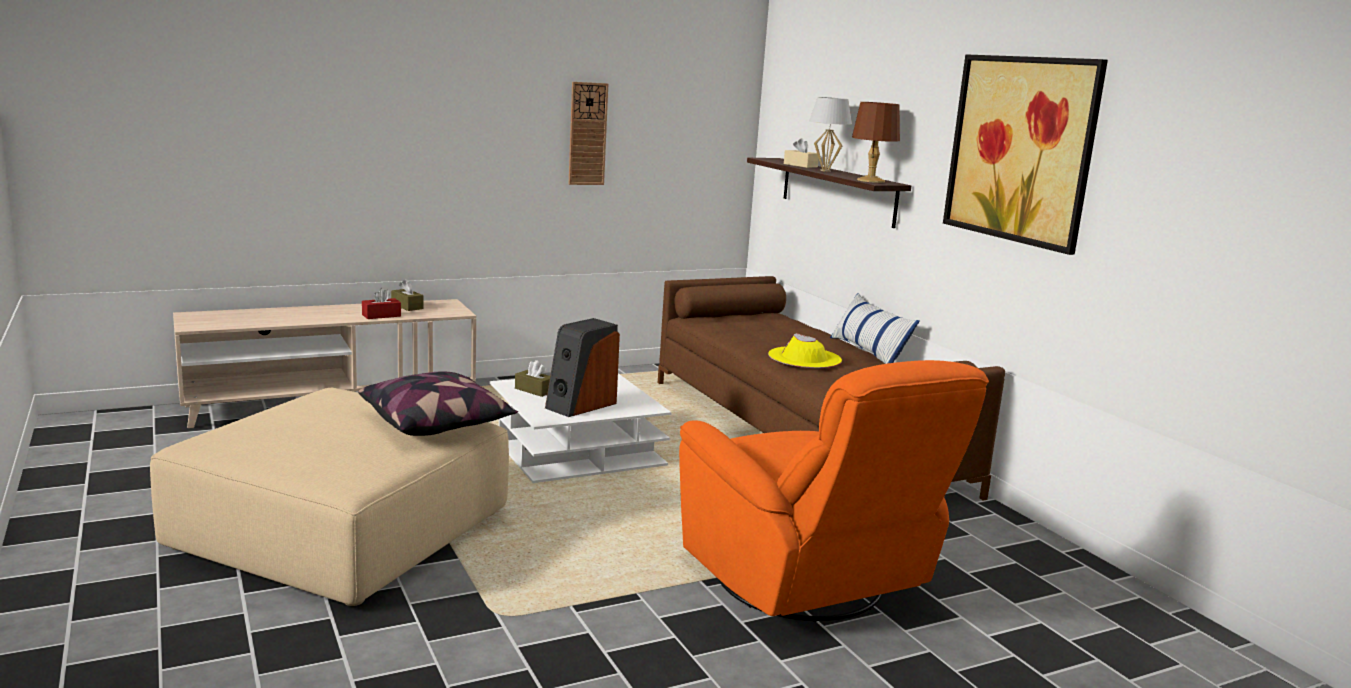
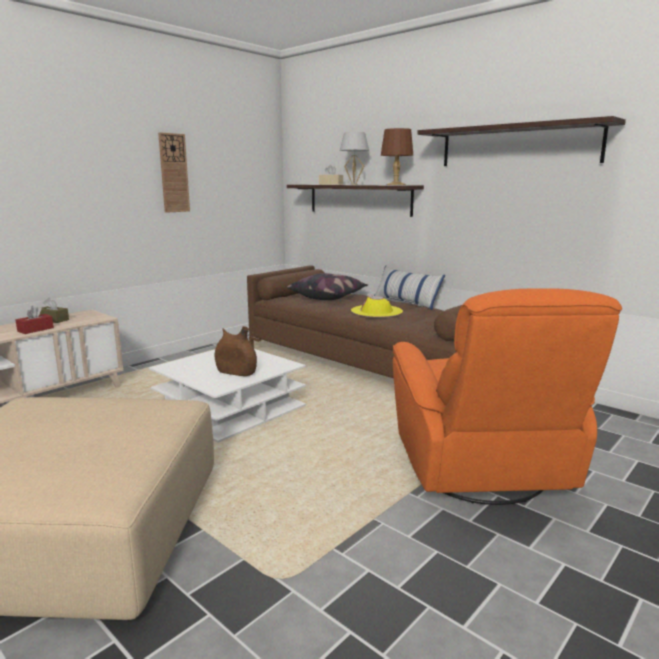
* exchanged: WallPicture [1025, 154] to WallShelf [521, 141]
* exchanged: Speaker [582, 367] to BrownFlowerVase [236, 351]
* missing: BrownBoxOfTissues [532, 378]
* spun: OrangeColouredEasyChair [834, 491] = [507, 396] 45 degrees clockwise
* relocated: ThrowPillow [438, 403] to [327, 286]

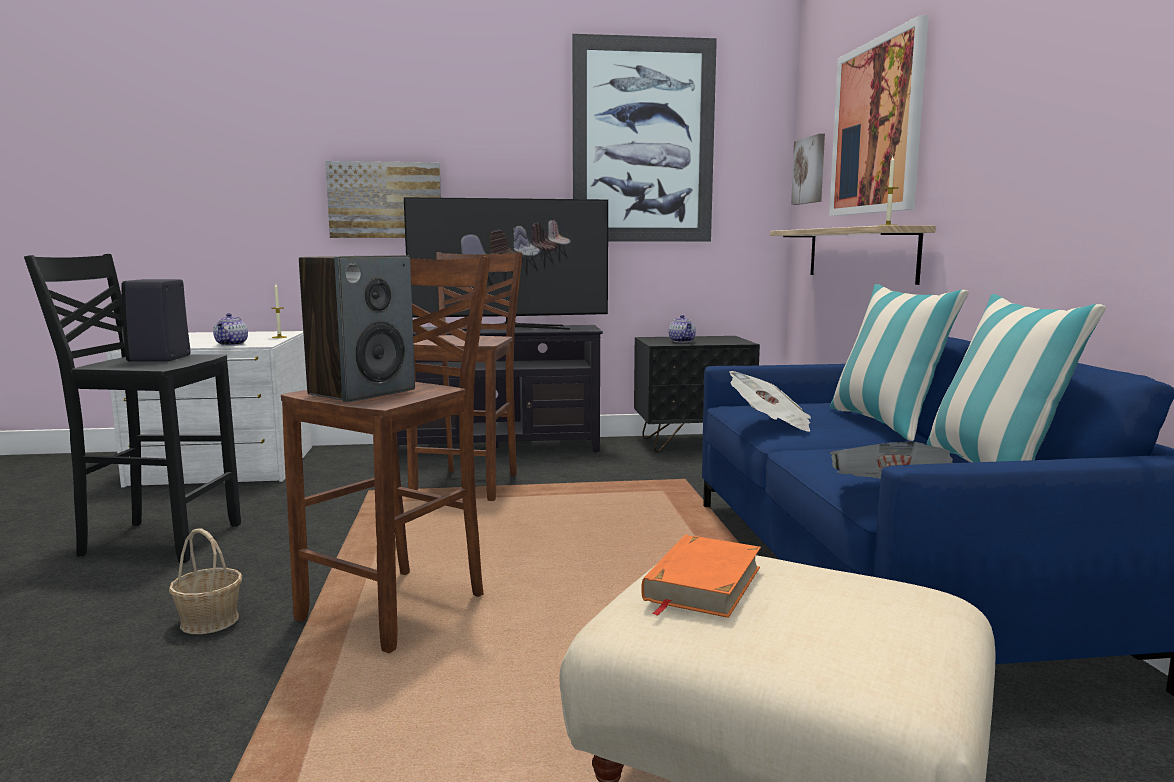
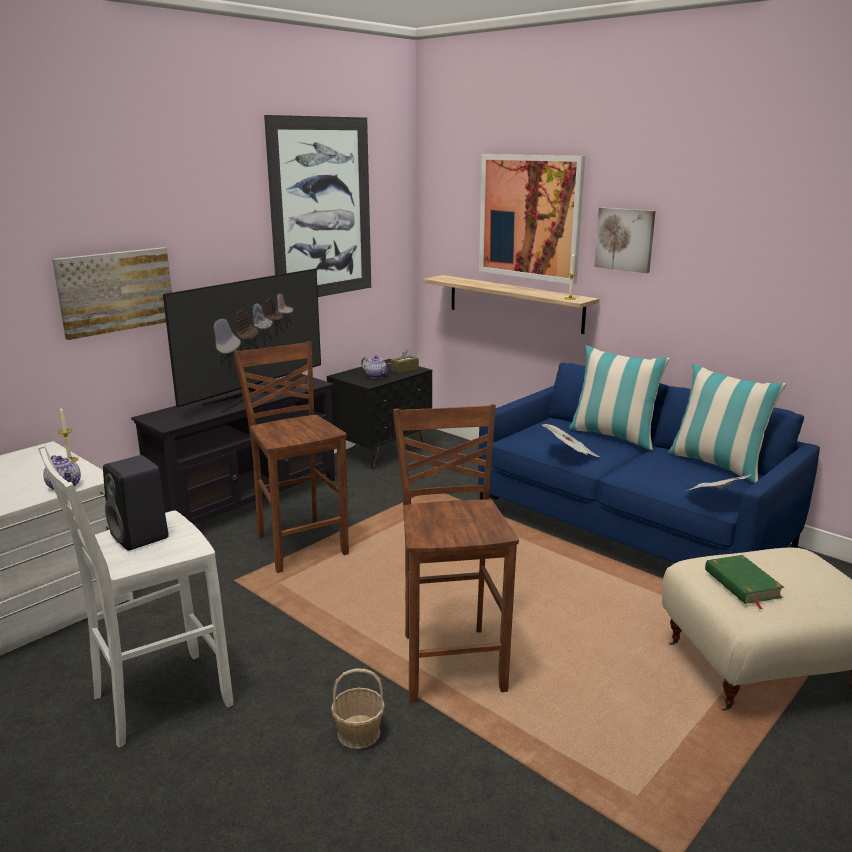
* relocated: WallPicture [808, 169] to [625, 240]
* colour: BlackishSittingStool [132, 408] to WhiteSittingStool [136, 596]
* missing: Speaker [357, 328]
* colour: OrangeColouredBoundBook [701, 576] to GreenColouredBoundBook [744, 582]
* appeared: BrownBoxOfTissues [404, 360]

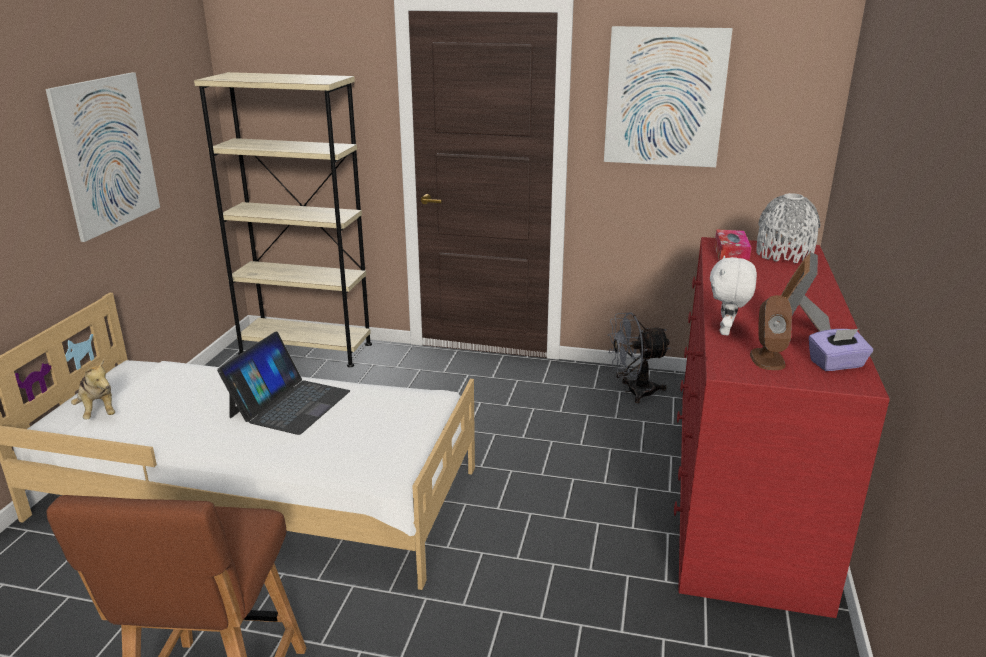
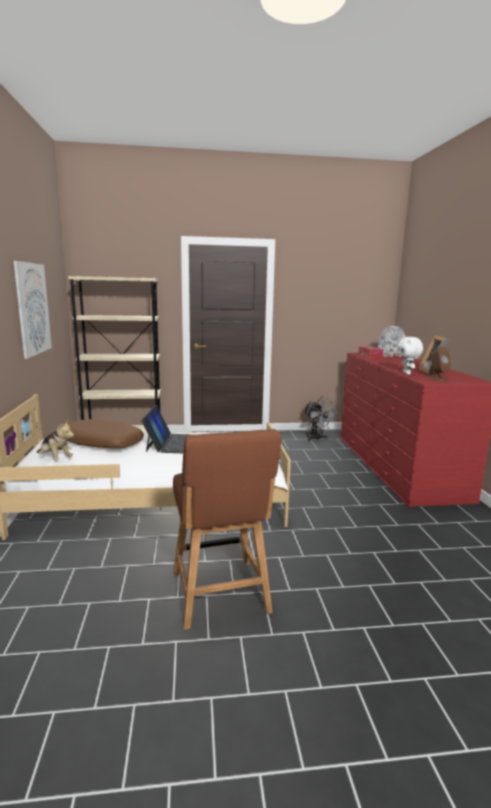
* missing: WallPicture [668, 96]
* spun: GrayFan [639, 357] = [320, 418] 90 degrees counterclockwise
* missing: PurpleBoxOfTissues [841, 350]
* appeared: BrownThrowPillow [105, 434]

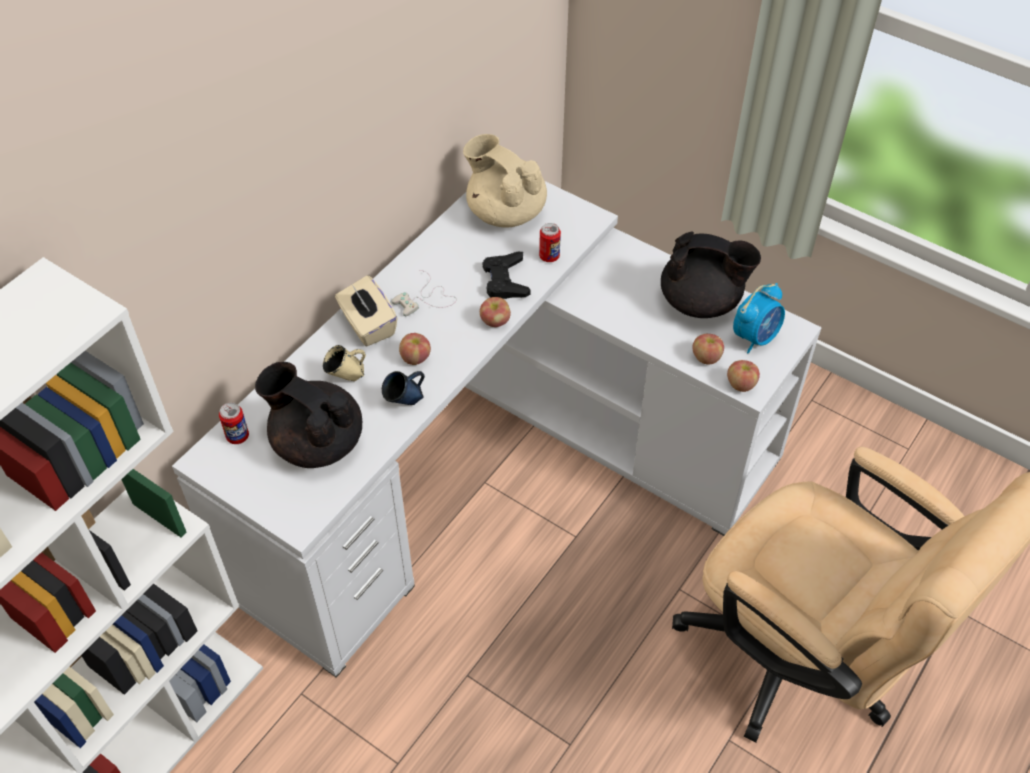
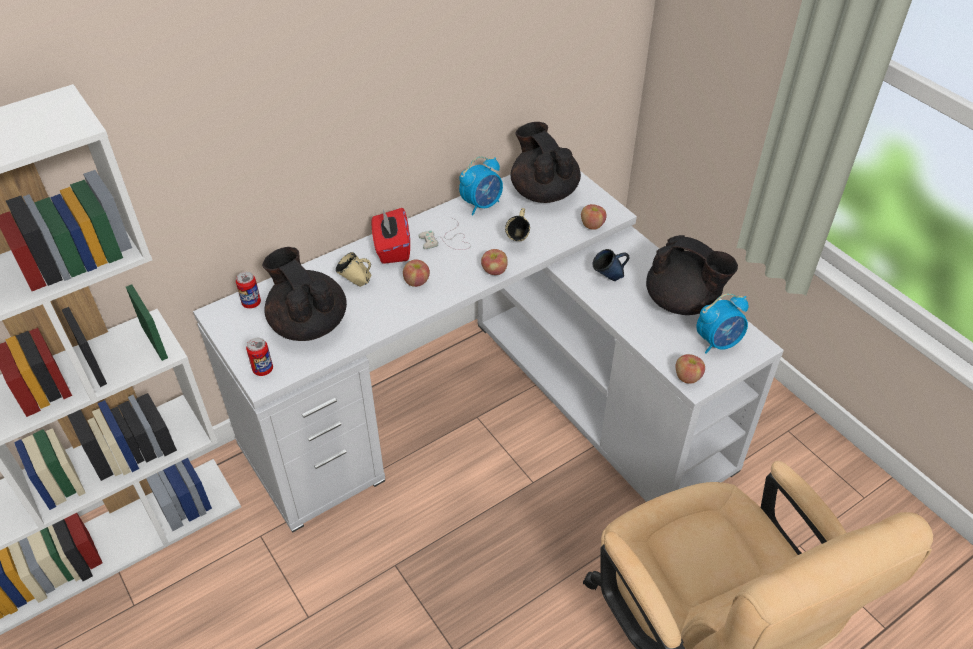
* colour: SandColouredTeapot [505, 181] to BlackishTeapot [546, 162]
* relocated: SealedCan [550, 242] to [259, 357]
* exchanged: BlackishJoypad [507, 275] to SandColouredCoffeeMug [517, 224]
* colour: SandColouredBoxOfTissues [366, 310] to ReddishBoxOfTissues [390, 236]
* relocated: WholeApple [708, 349] to [593, 217]
* relocated: BlueCoffeeMug [403, 388] to [610, 265]
* appeared: AlarmClock [481, 186]

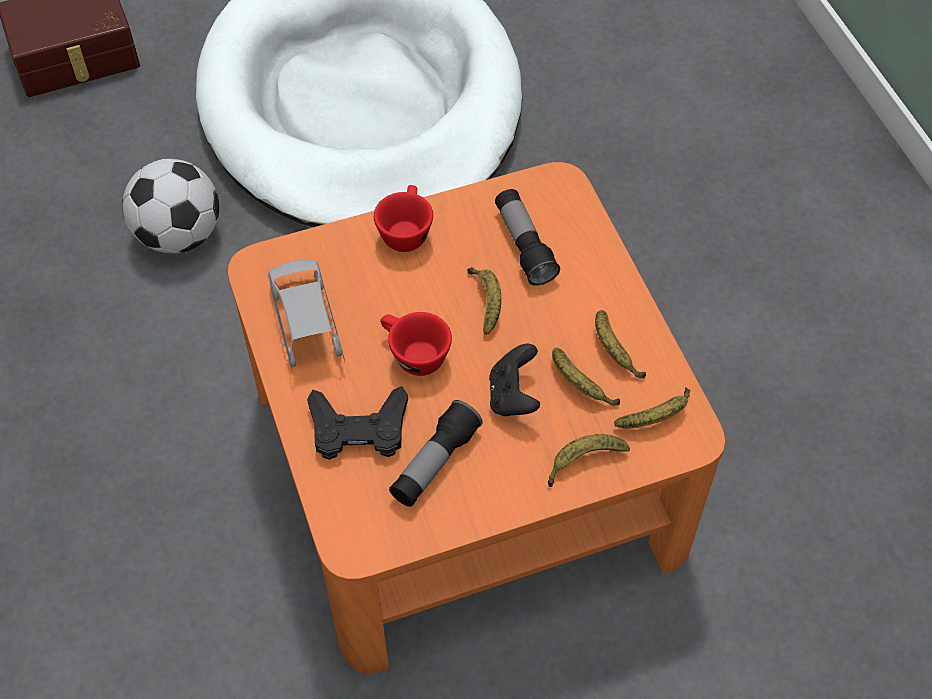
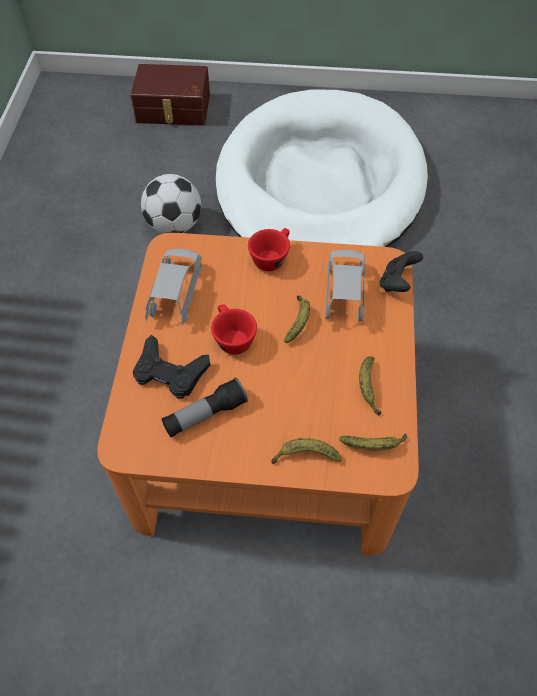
* exchanged: Flashlight [527, 237] to GrayToyCar [345, 286]
* relocated: BlackishJoypad [514, 380] to [401, 271]
* missing: WholeBanana [586, 377]

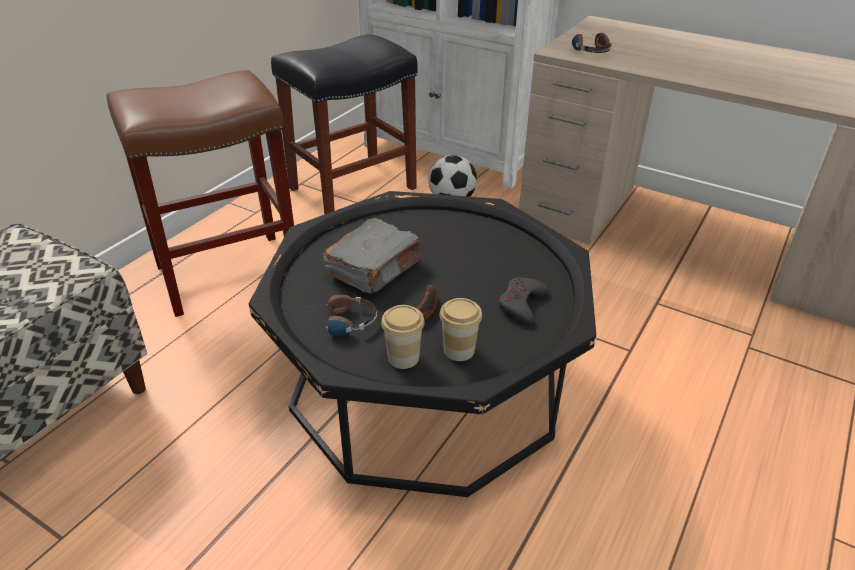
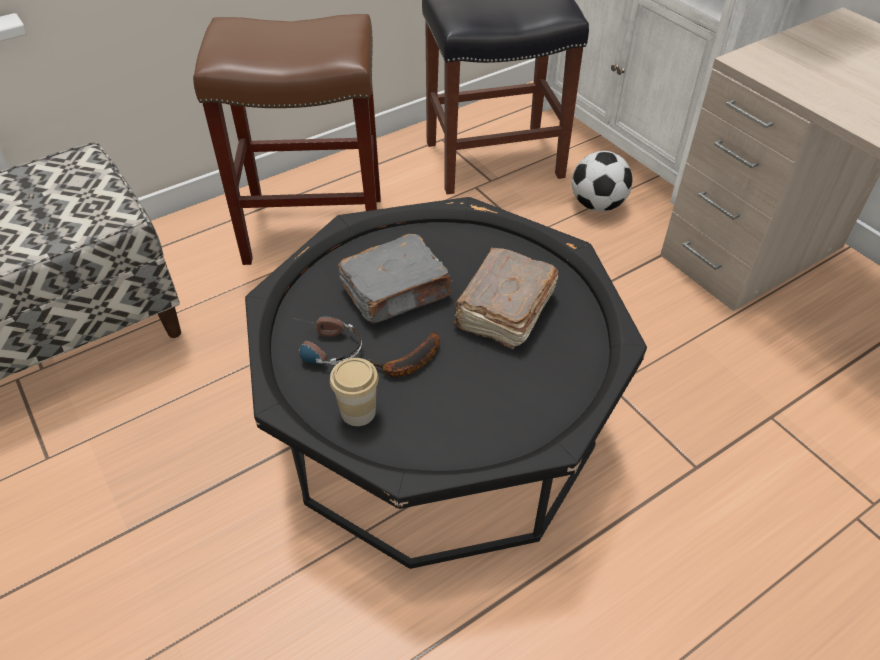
* missing: Headset [592, 43]
* missing: GrayJoypad [523, 301]
* missing: SmallCup [460, 329]
* appeared: BrownBoundBook [506, 298]

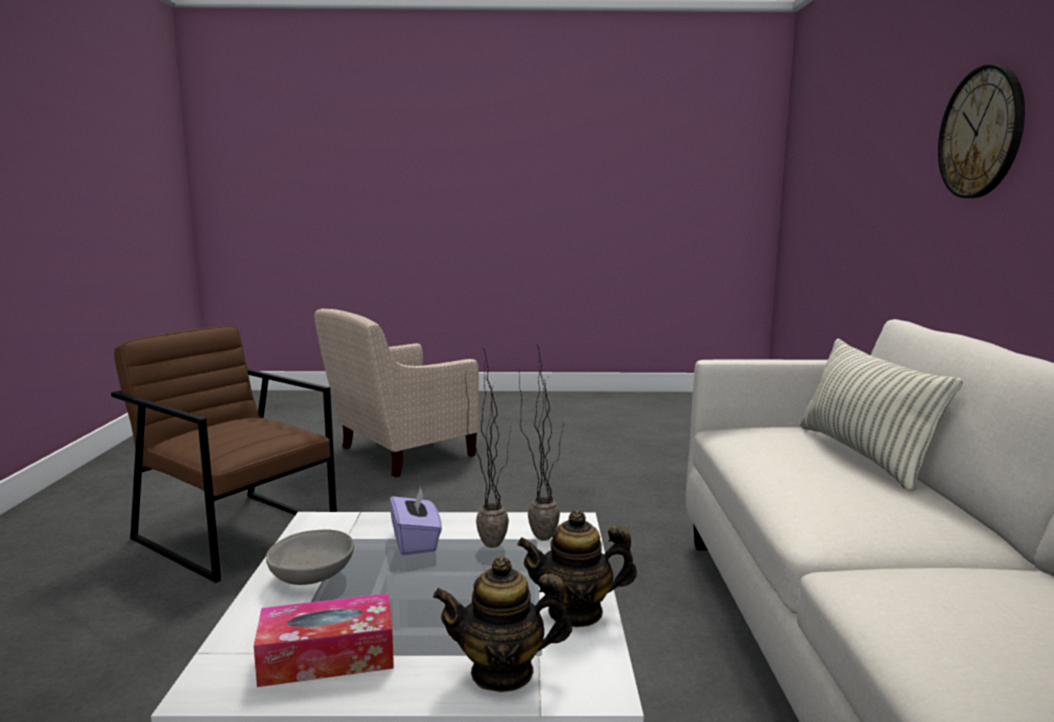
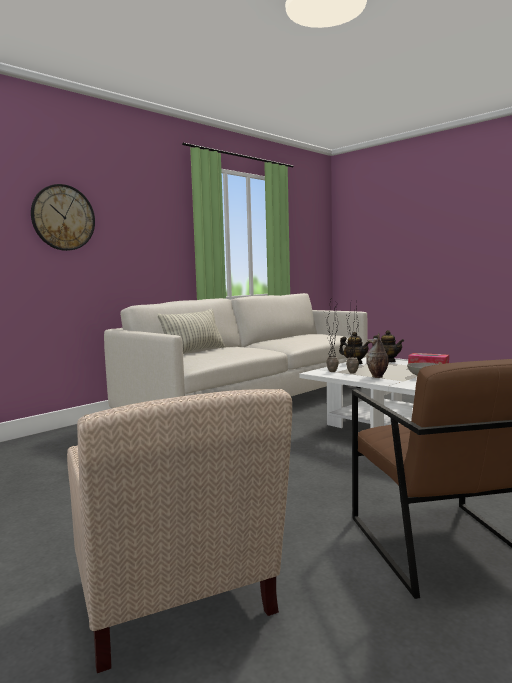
* spun: SandColouredEasyChair [396, 393] = [179, 531] 60 degrees clockwise
* exchanged: PurpleBoxOfTissues [416, 521] to FlowerVase [377, 355]

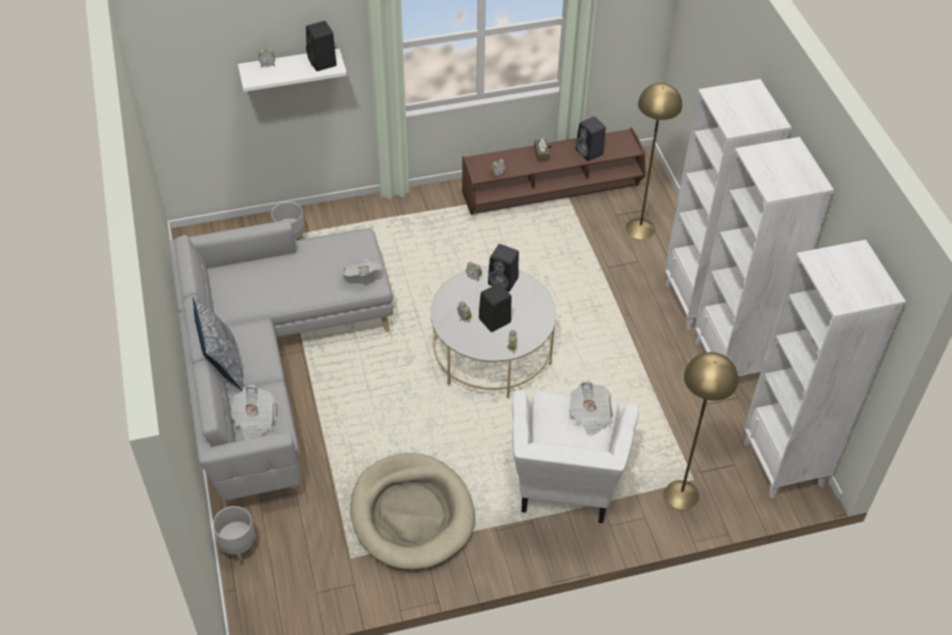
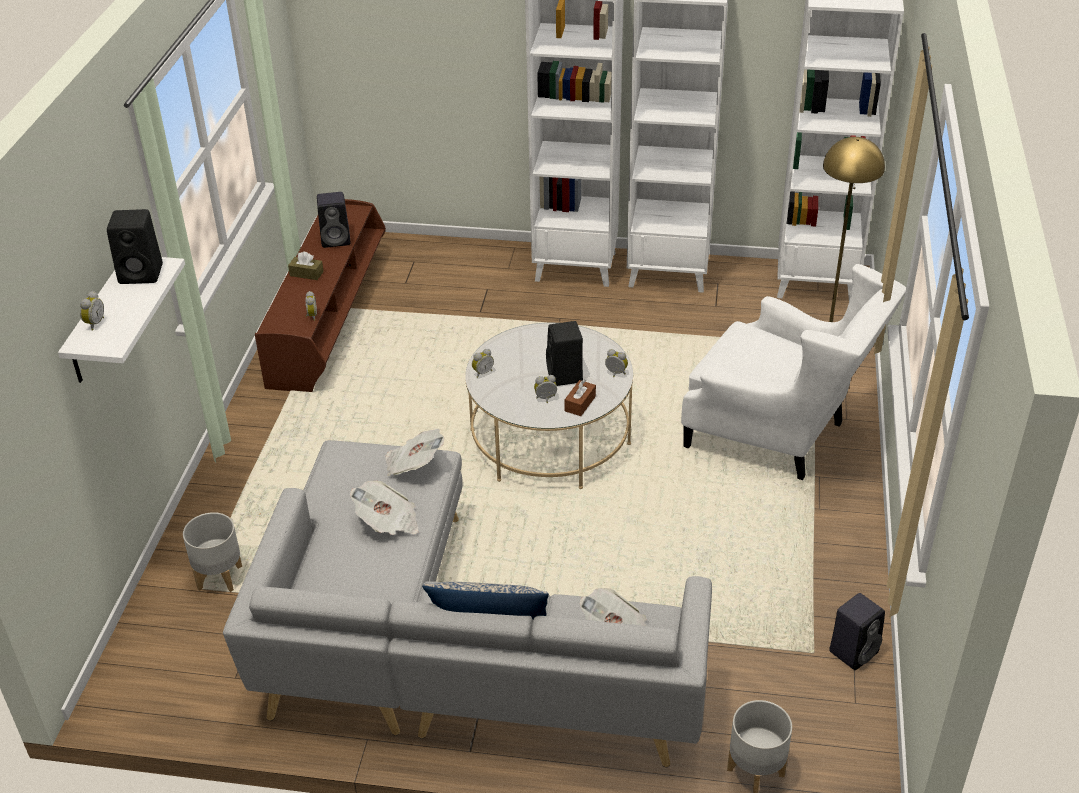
* missing: YellowColouredStandardLamp [654, 161]
* relocated: BlackishSpeaker [503, 268] to [857, 631]
* relocated: DailyPaper [591, 408] to [384, 508]
* missing: SandColouredPetBed [412, 511]
* appeared: BrownBoxOfTissues [580, 397]

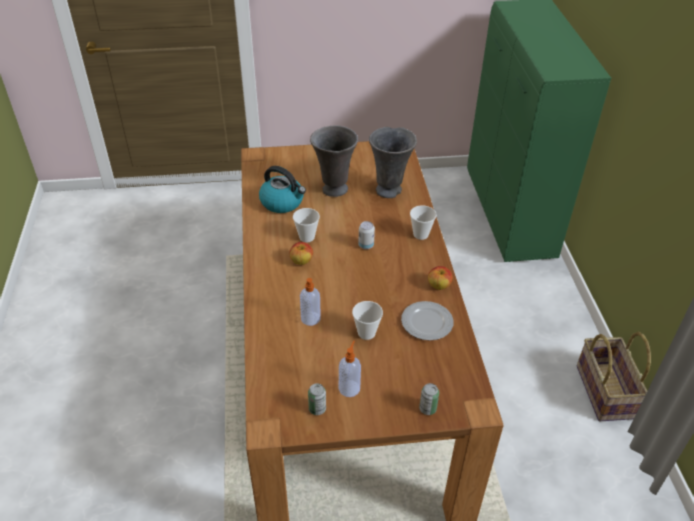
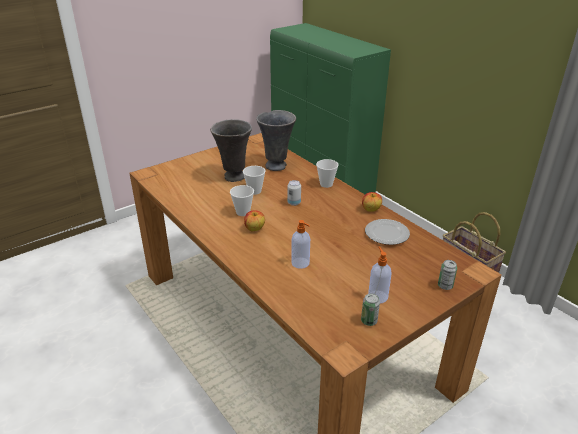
* missing: Kettle [282, 189]
* relocated: SmallCup [367, 320] to [254, 180]

